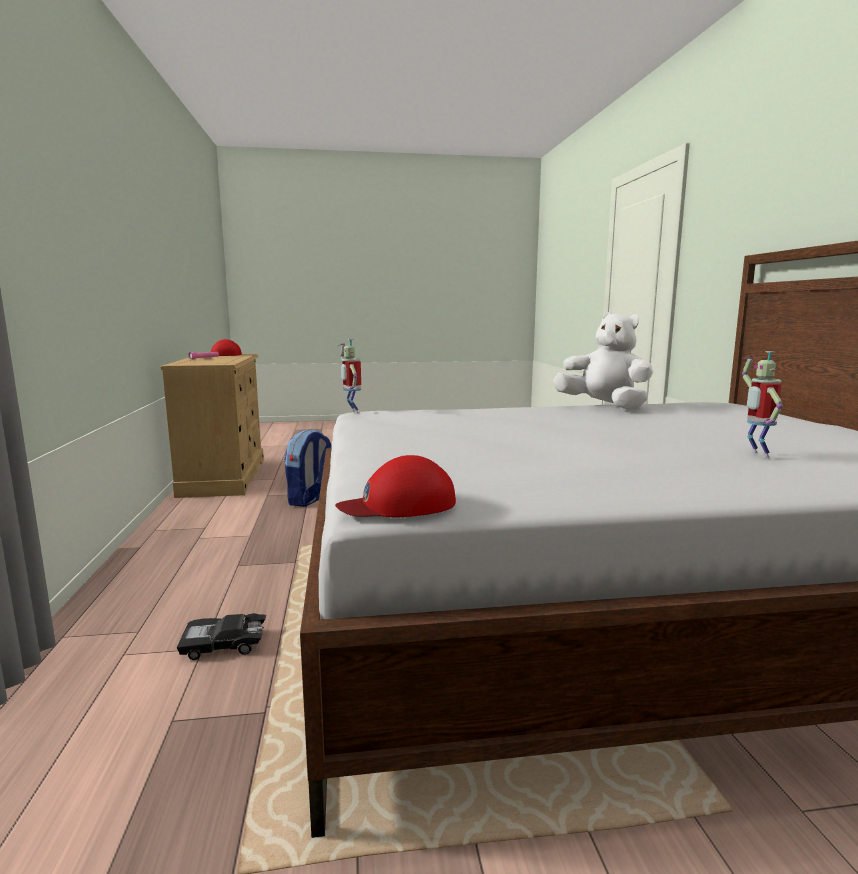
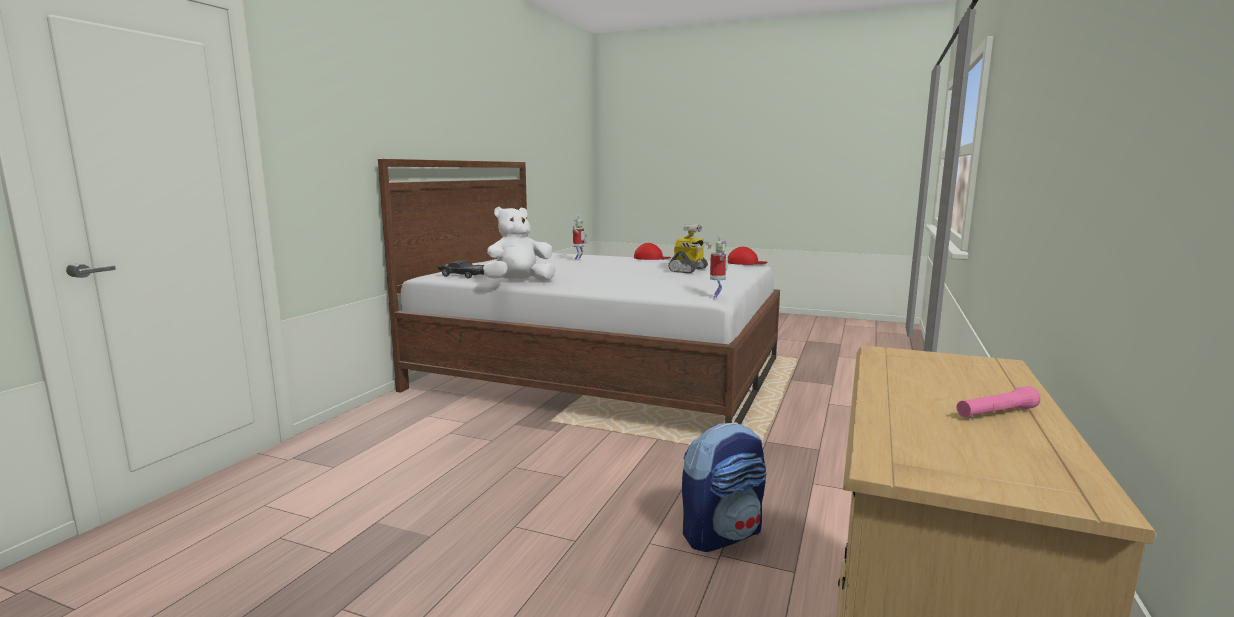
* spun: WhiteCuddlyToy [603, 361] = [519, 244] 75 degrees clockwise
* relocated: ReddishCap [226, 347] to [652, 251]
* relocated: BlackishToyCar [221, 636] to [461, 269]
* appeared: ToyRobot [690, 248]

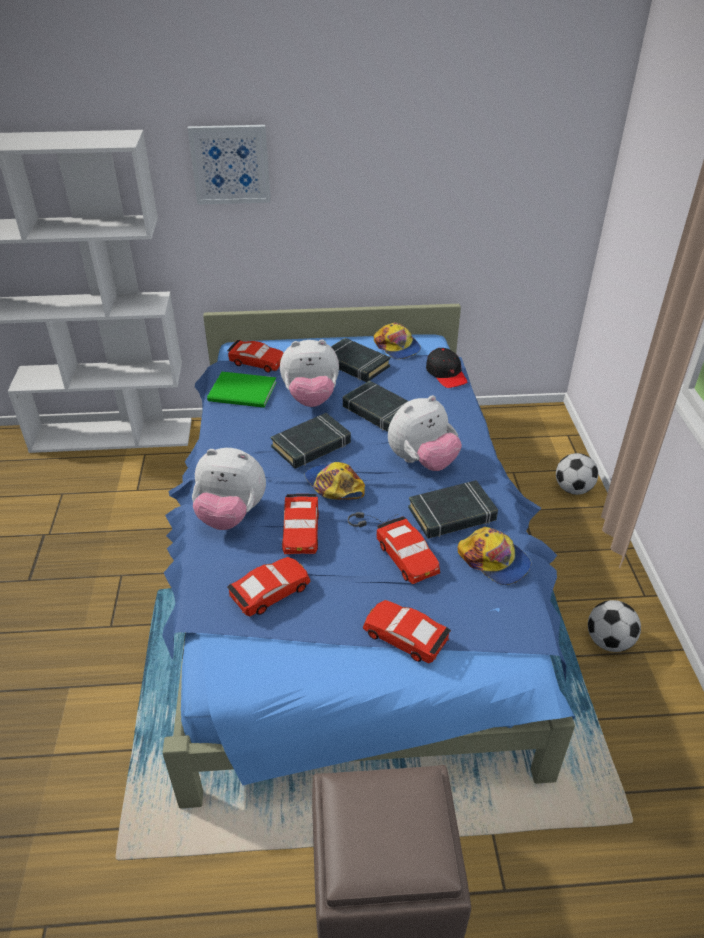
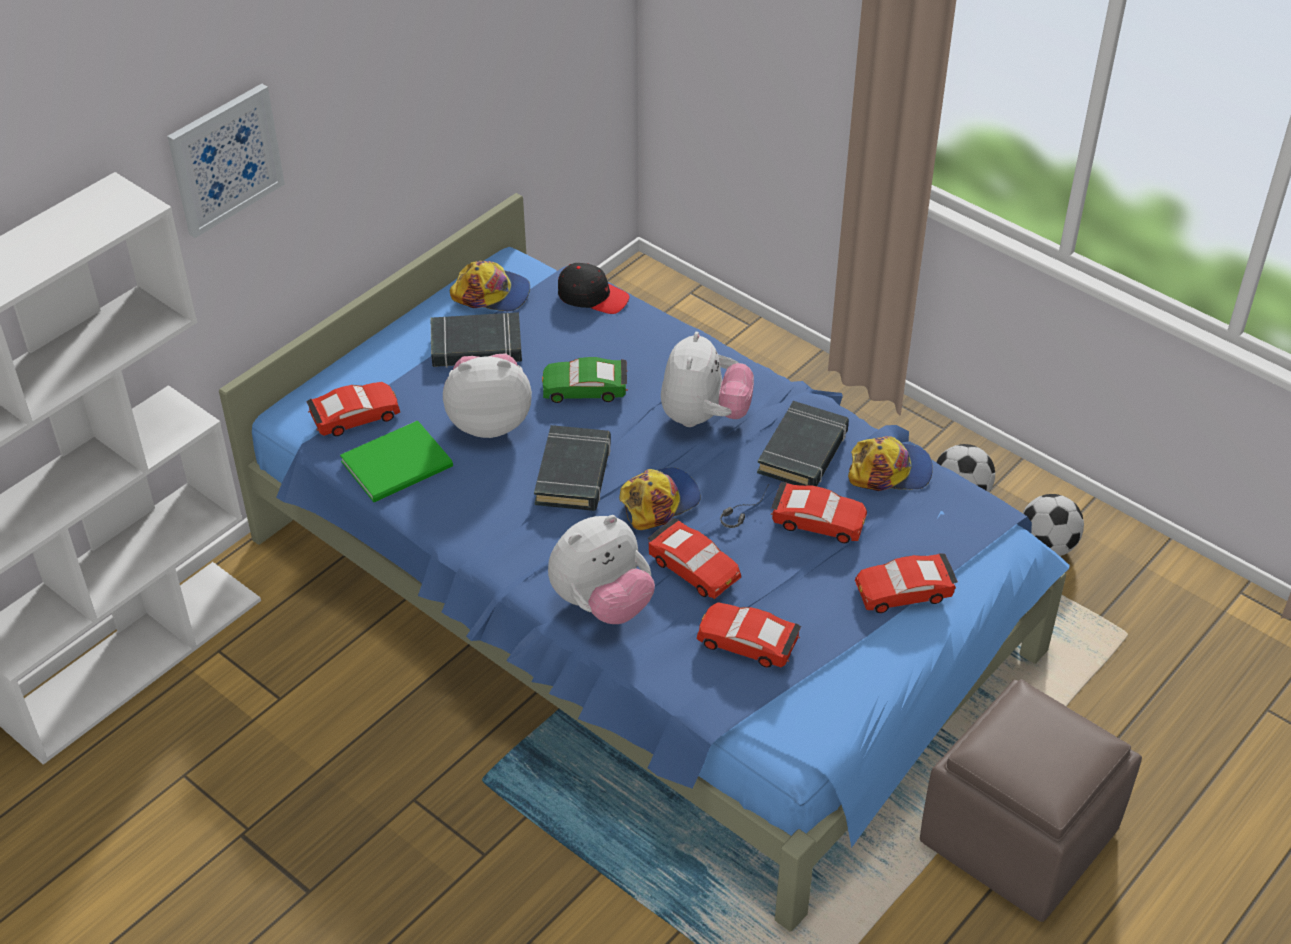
* spun: CuddlyToy [309, 373] = [487, 395] 135 degrees counterclockwise
* exchanged: BlackishBoundBook [376, 406] to GreenColouredToyCar [585, 380]
* relocated: Football [577, 474] to [1053, 525]
* spun: Cap [335, 481] = [660, 498] 135 degrees clockwise
* spun: ReddishToyCar [269, 587] = [749, 634] 75 degrees counterclockwise

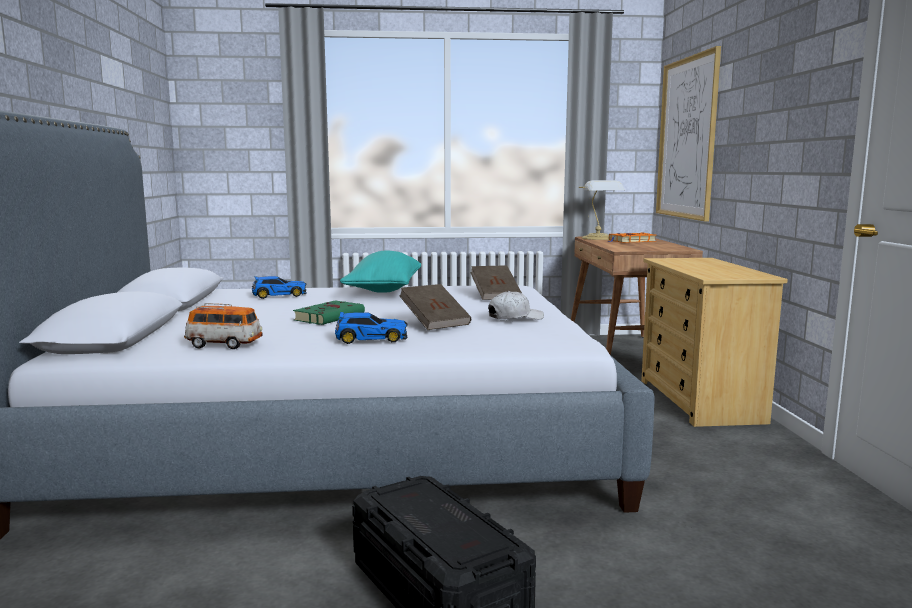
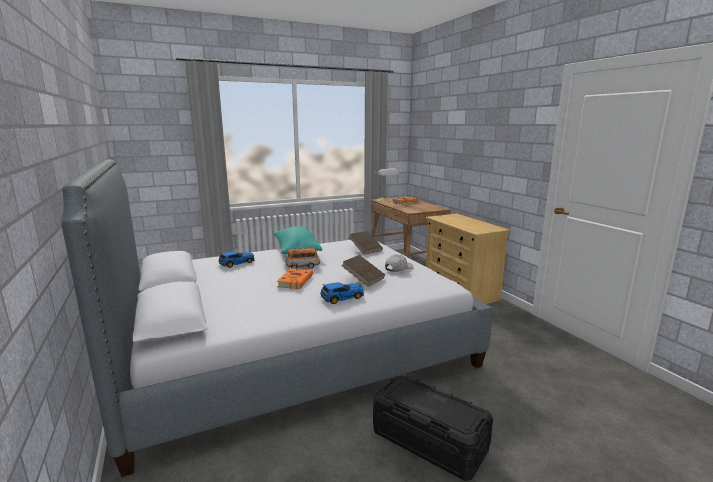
* missing: WallPicture [688, 133]
* colour: GreenColouredBoundBook [329, 313] to OrangeColouredBoundBook [295, 279]
* relocated: ToyCar [223, 326] to [302, 258]

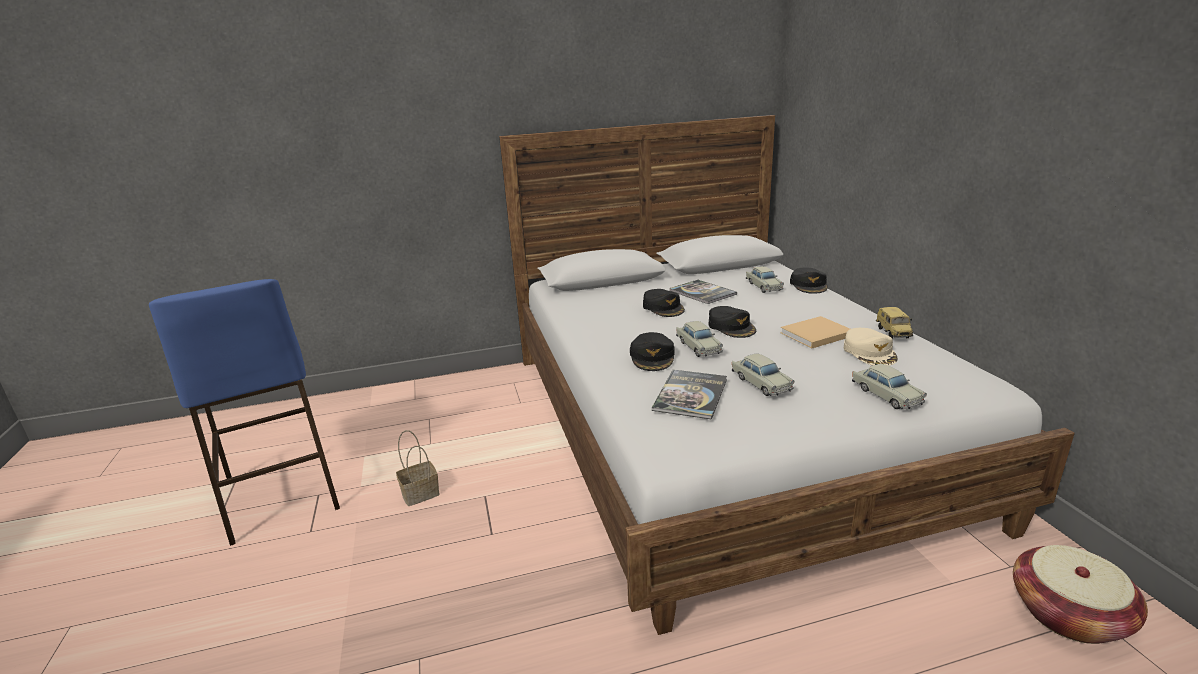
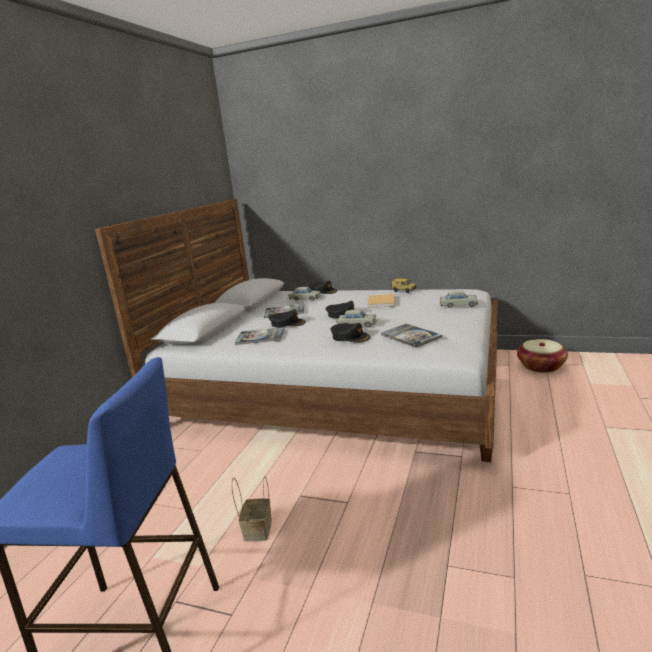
* missing: SandColouredCap [871, 347]
* missing: SandColouredToyCar [763, 375]
* appeared: BoundBook [260, 336]

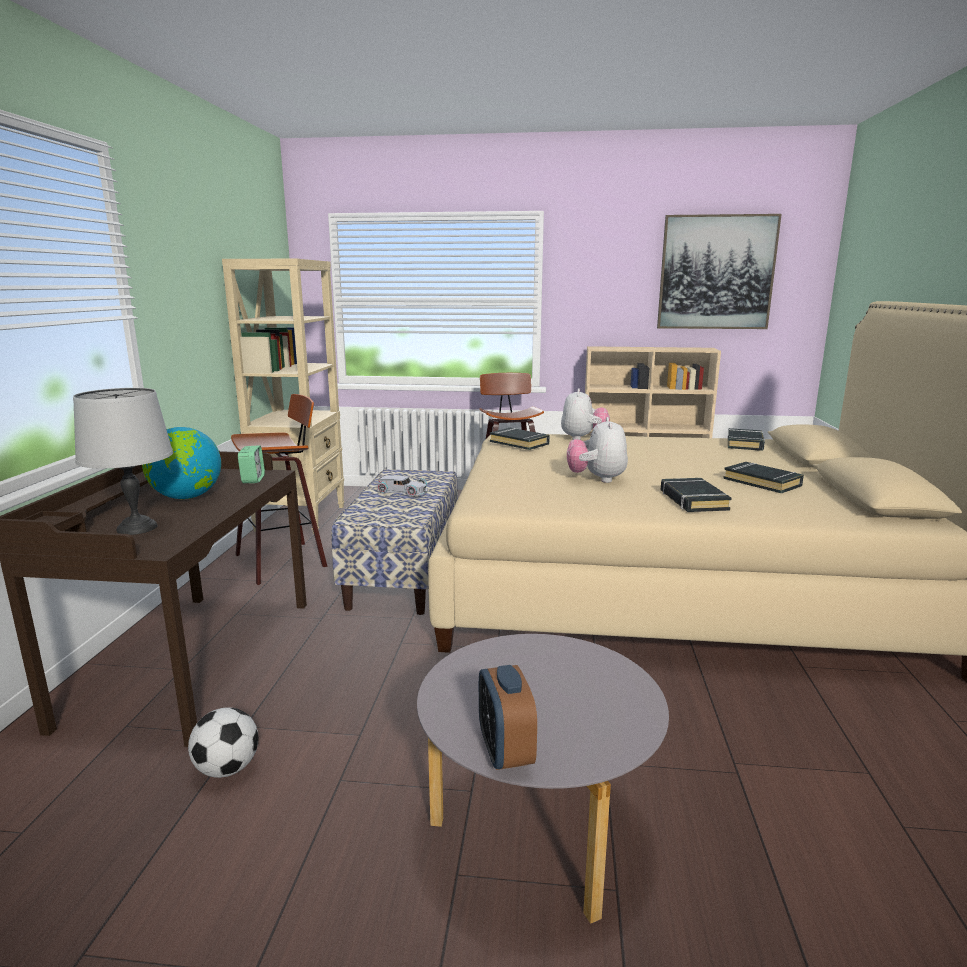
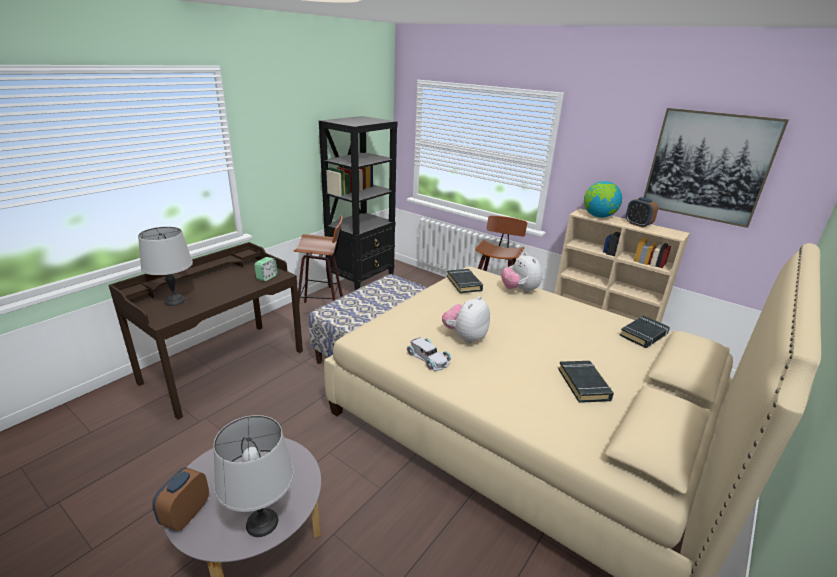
* colour: SandColouredBookshelf [283, 396] to BlackishBookshelf [358, 203]
* spun: CuddlyToy [585, 414] = [521, 272] 120 degrees clockwise
* relocated: DeskGlobe [181, 463] to [603, 199]
* relocated: WhiteToyCar [402, 485] to [429, 354]
* missing: BlackishBoundBook [696, 495]
* missing: Football [223, 742]
* appeared: AlarmClock [642, 212]
* appeared: GrayTabletopLamp [253, 476]

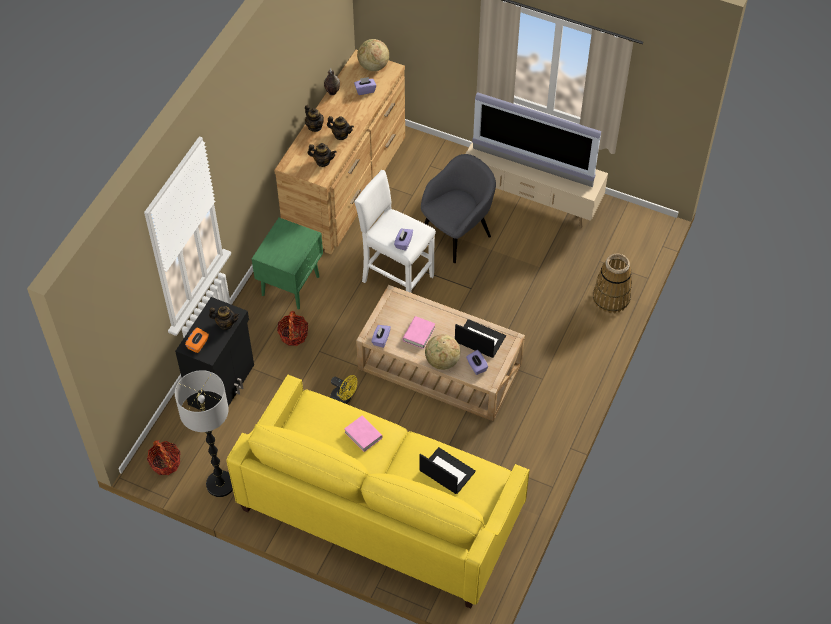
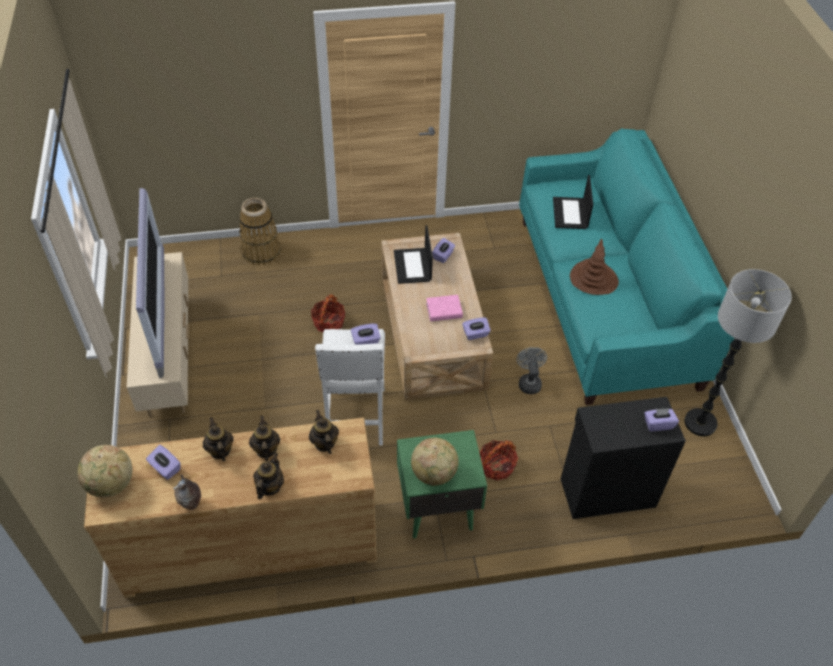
* missing: GrayEasyChair [458, 208]
* relocated: Teapot [224, 318] to [218, 439]
* colour: OrangeColouredBoxOfTissues [197, 340] to PurpleBoxOfTissues [661, 419]
* relocated: DeskGlobe [442, 352] to [435, 462]
* colour: YellowColouredSofa [378, 492] to TurquoiseSofa [626, 266]
* colour: YellowColouredFan [343, 389] to GrayFan [532, 370]
* exchanged: PinkColouredBoundBook [363, 434] to BrownHat [594, 267]
* relocated: Basket [163, 457] to [328, 313]

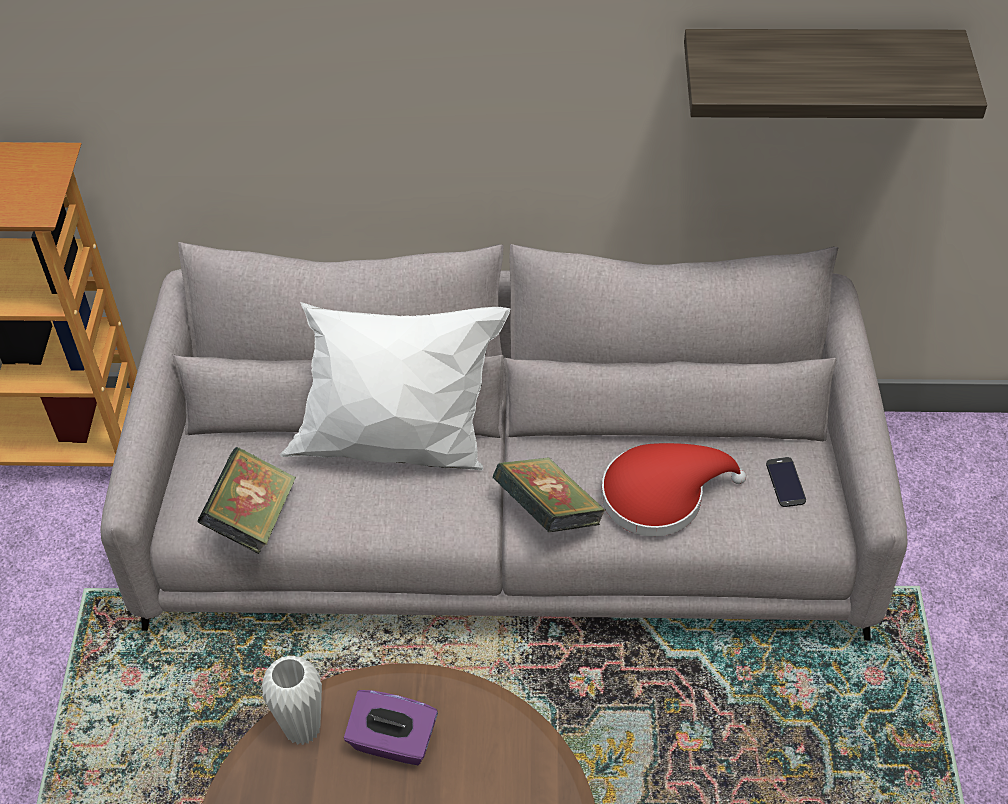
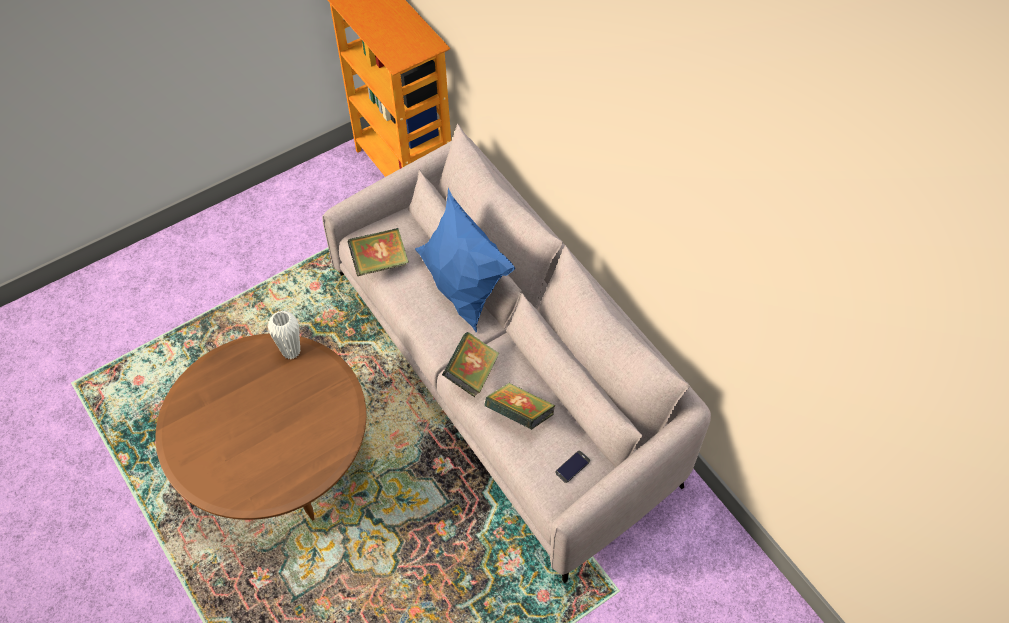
* missing: WallShelf [835, 74]
* colour: WhiteThrowPillow [395, 386] to BlueThrowPillow [465, 260]
* exchanged: ReddishHat [673, 490] to BoundBook [519, 406]
* missing: PurpleBoxOfTissues [391, 727]

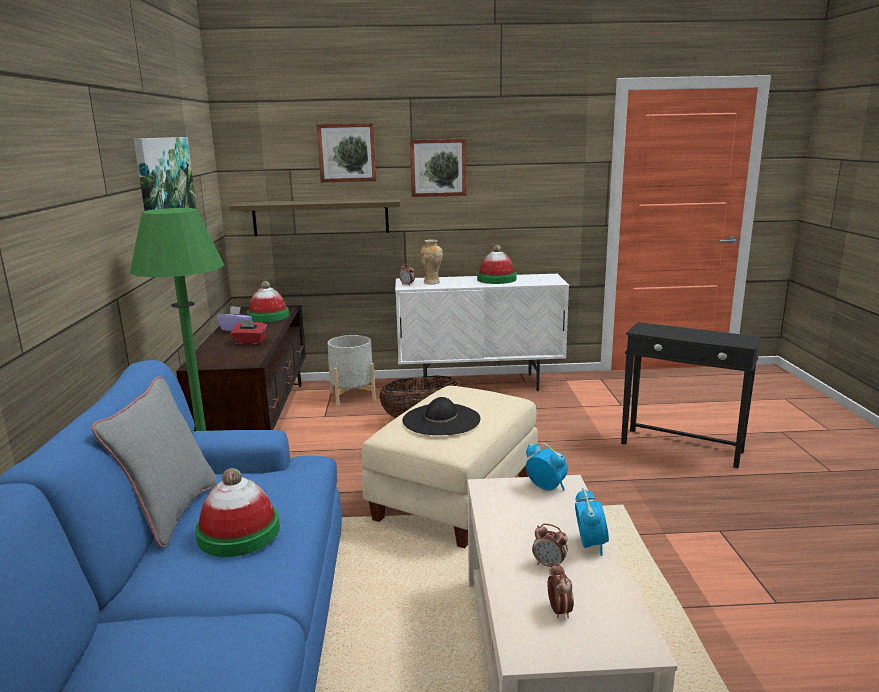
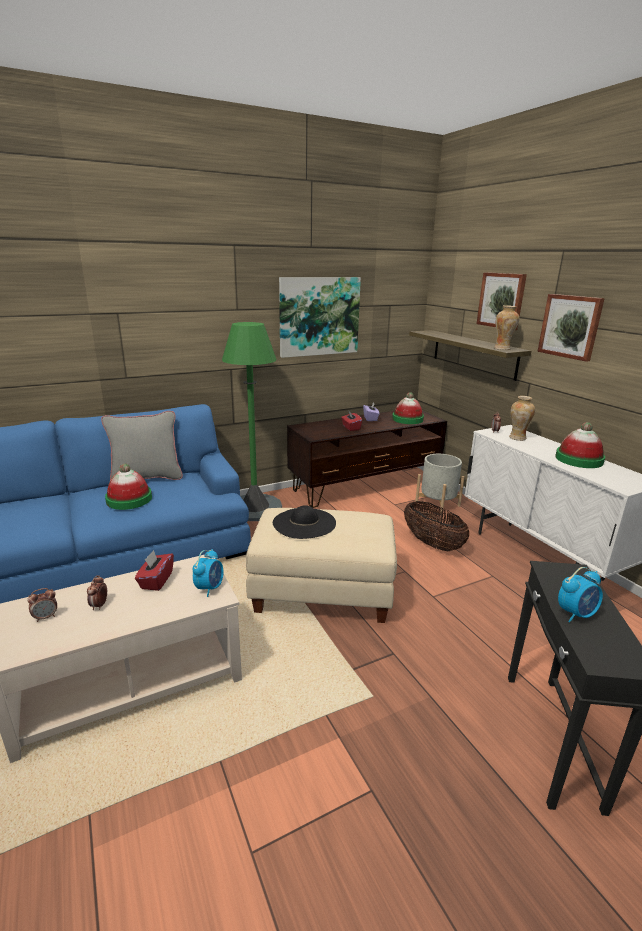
* relocated: AlarmClock [592, 522] to [580, 594]
* appeared: FlowerVase [506, 327]
* appeared: ReddishBoxOfTissues [154, 570]

